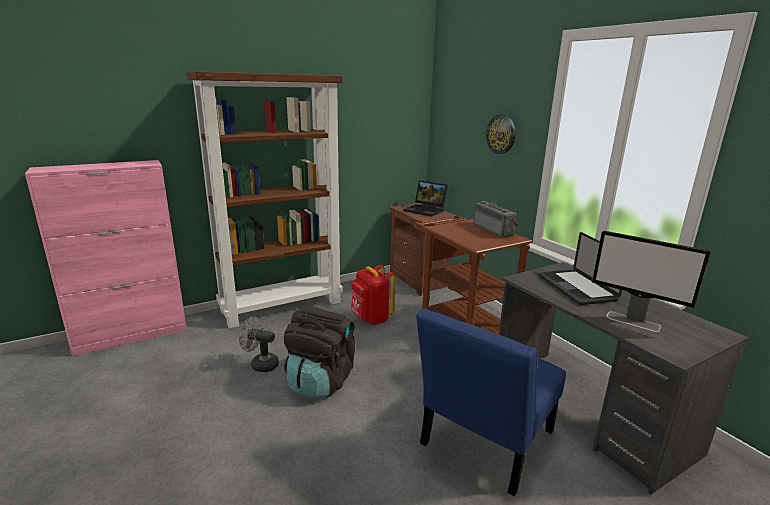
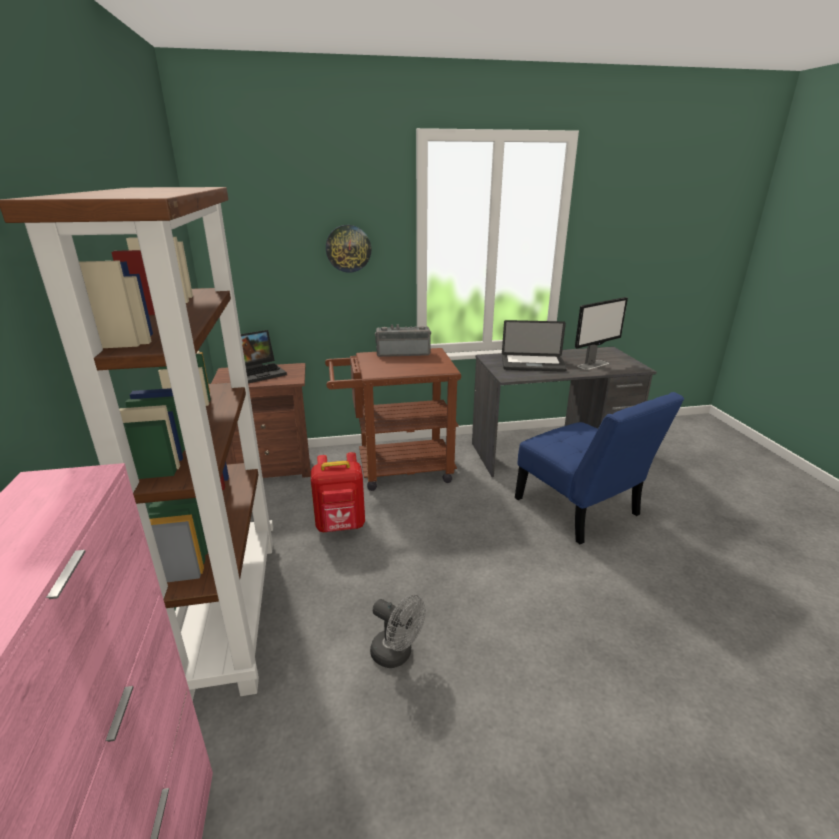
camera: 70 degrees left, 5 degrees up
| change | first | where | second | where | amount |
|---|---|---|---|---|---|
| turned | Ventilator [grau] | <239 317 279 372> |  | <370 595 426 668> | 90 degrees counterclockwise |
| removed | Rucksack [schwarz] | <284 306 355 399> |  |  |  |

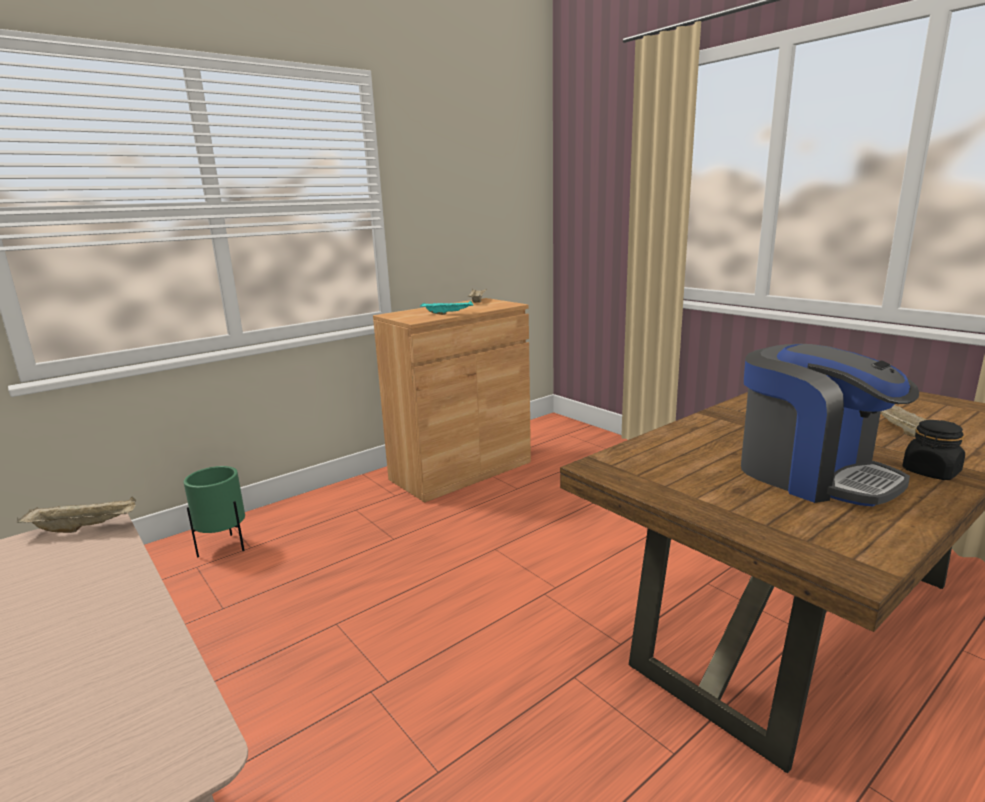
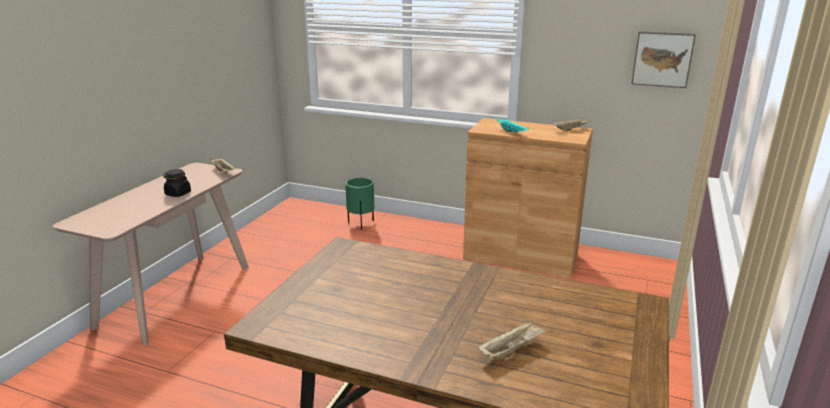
camera: 60 degrees right, 5 degrees up
| change | first | where | second | where | amount |
|---|---|---|---|---|---|
| removed | Kaffeemaschine | <741 344 919 507> |  |  |  |
| moved | Vorratsglas [schwarz] | <902 420 965 480> |  | <163 169 191 197> |  |
| added |  |  | Bild | <631 31 696 88> |  |

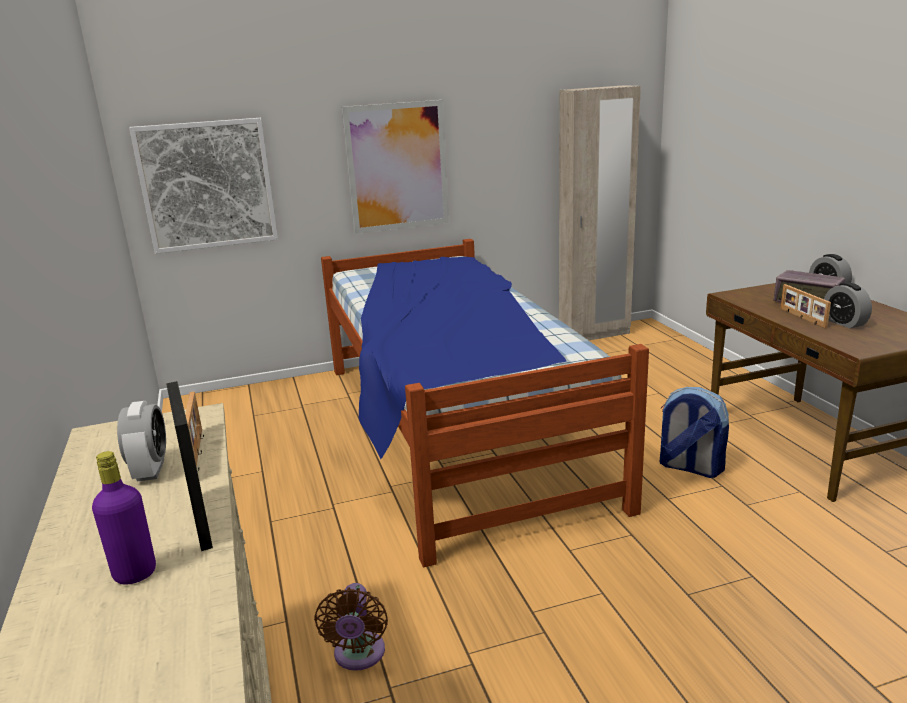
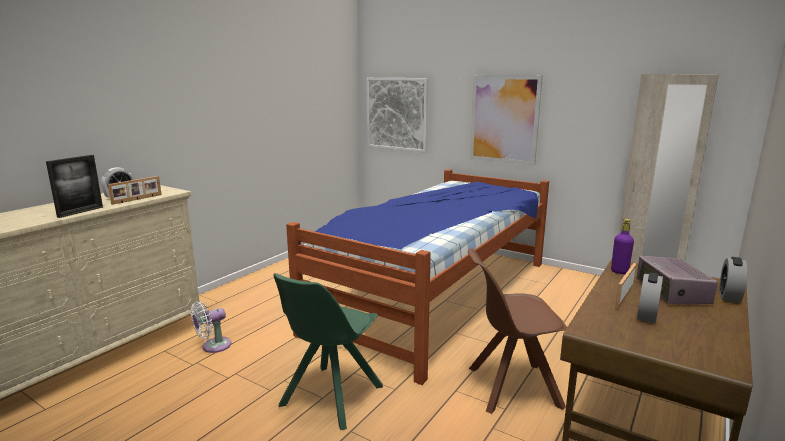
camera: 50 degrees right, 5 degrees down
| change | first | where | second | where | amount |
|---|---|---|---|---|---|
| moved | Flasche [lila] | <92 451 156 584> |  | <611 219 634 274> |  |
| recoloured | Ventilator [braun] | <314 583 388 671> | Ventilator [weiß] | <191 302 231 353> |  |
| replaced | Rucksack | <660 387 729 478> | Stuhl [braun] | <468 248 567 414> |  |
| added |  |  | Stuhl [grün] | <273 273 383 430> |  |

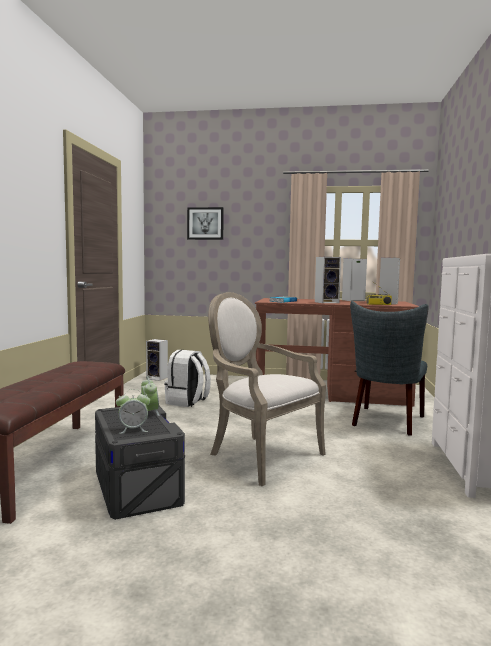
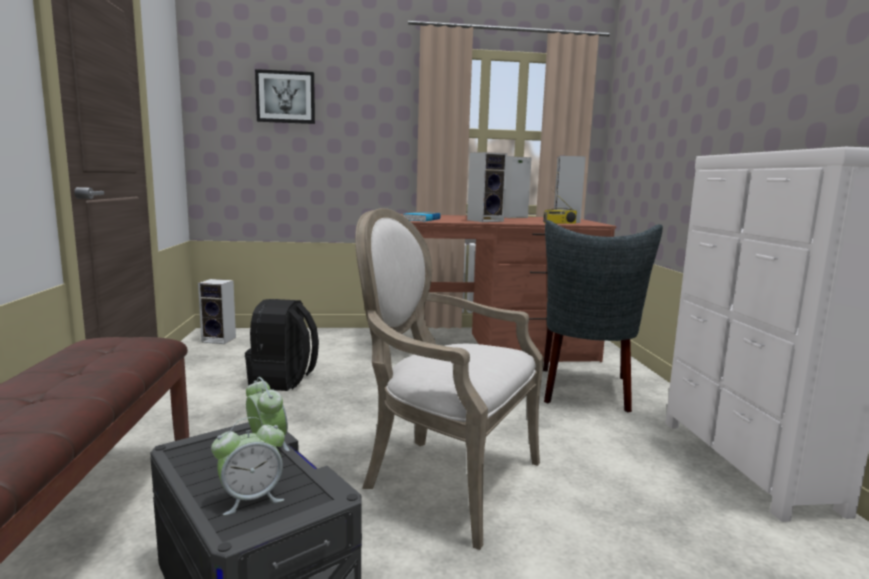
camera: 15 degrees left, 5 degrees up
| change | first | where | second | where | amount |
|---|---|---|---|---|---|
| recoloured | Rucksack [weiß] | <164 350 211 407> | Rucksack [schwarz] | <245 299 319 391> |  |

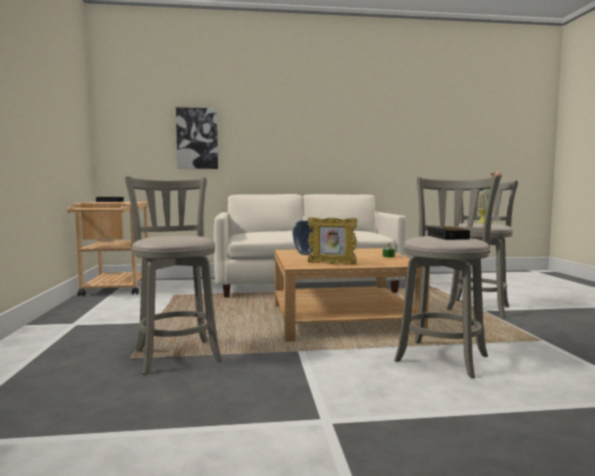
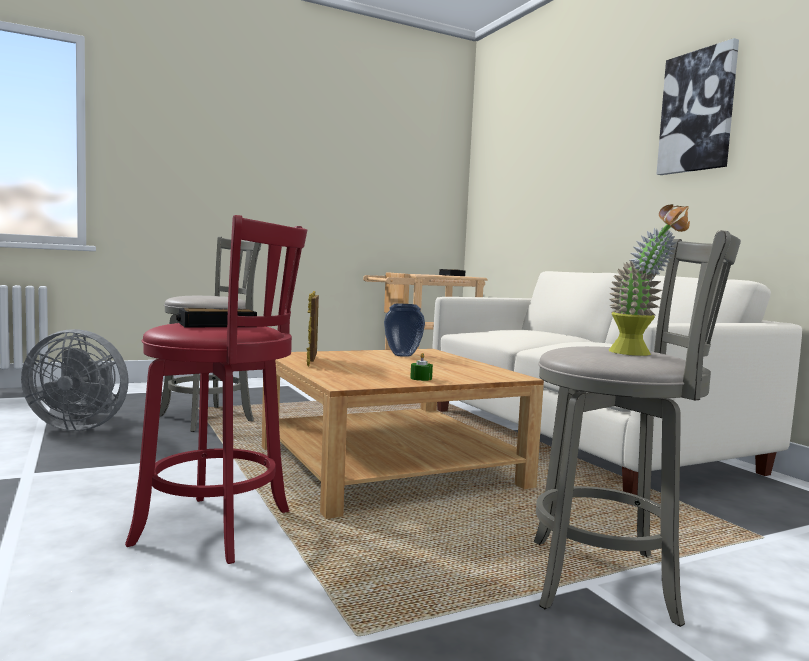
camera: 70 degrees right, 0 degrees up
| change | first | where | second | where | amount |
|---|---|---|---|---|---|
| moved | Bild | <176 107 218 169> |  | <656 38 739 175> |  |
| recoloured | Hocker [grau] | <394 176 500 378> | Hocker [rot] | <125 215 307 564> |  |
| added |  |  | Ventilator [grau] | <21 329 129 431> |  |

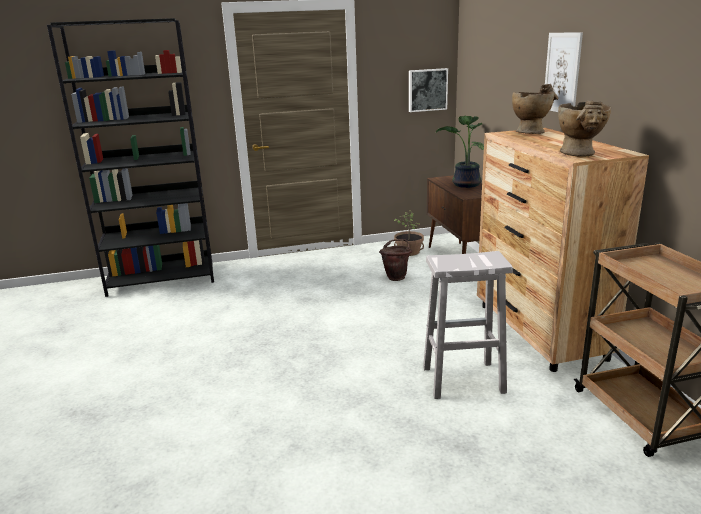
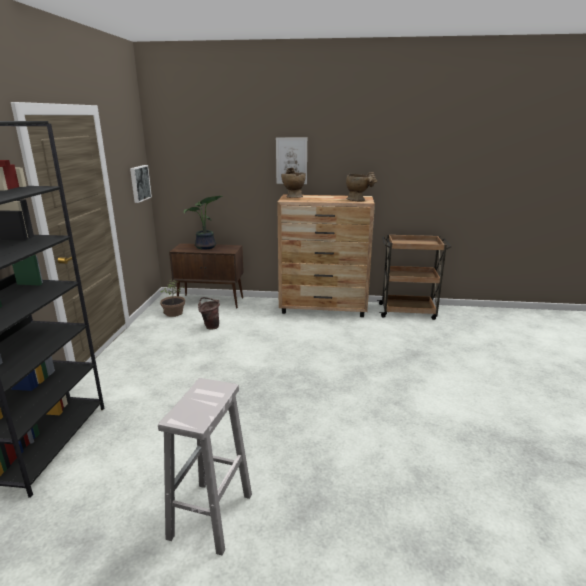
camera: 70 degrees left, 0 degrees up
| change | first | where | second | where | amount |
|---|---|---|---|---|---|
| moved | Hocker [weiß] | <423 251 513 399> |  | <158 378 252 556> |  |

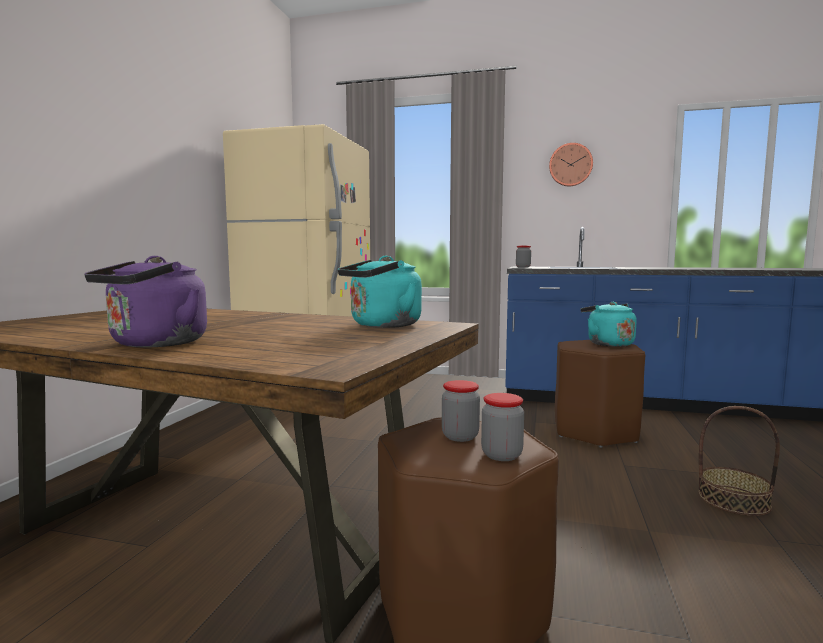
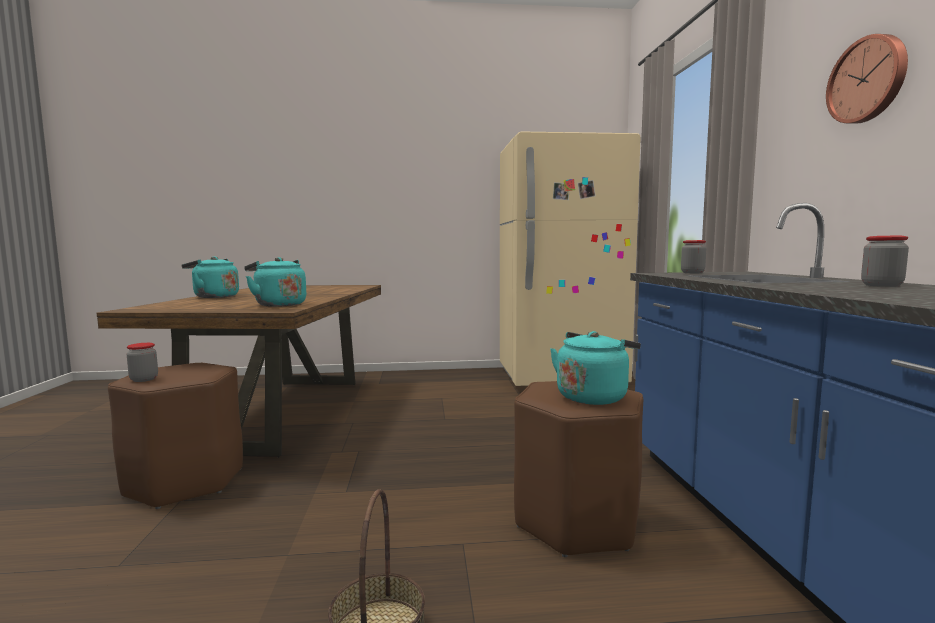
camera: 70 degrees right, 0 degrees up
| change | first | where | second | where | amount |
|---|---|---|---|---|---|
| recoloured | Wasserkessel [lila] | <84 256 207 348> | Wasserkessel [türkis] | <182 257 239 298> |  |
| moved | Vorratsglas | <442 380 480 442> |  | <861 236 909 287> |  |

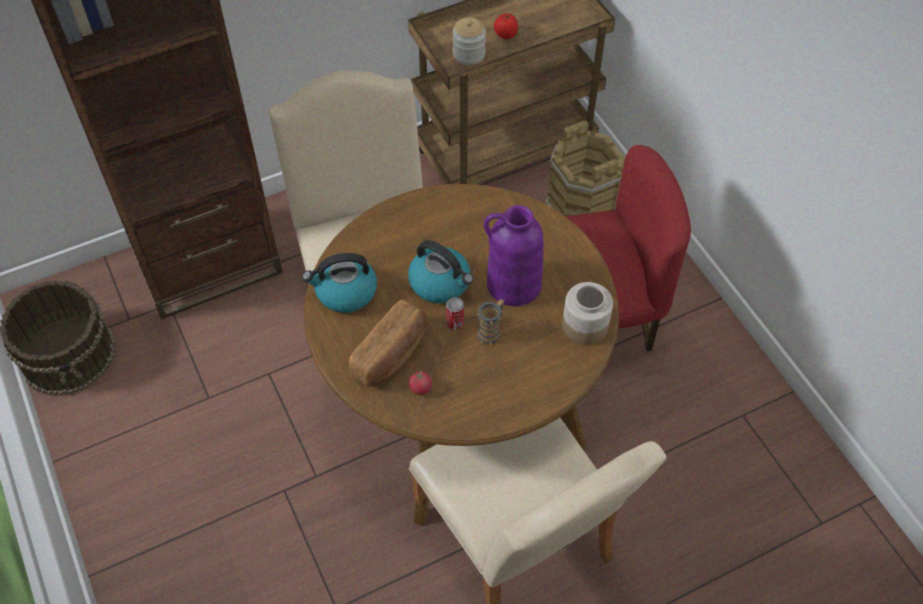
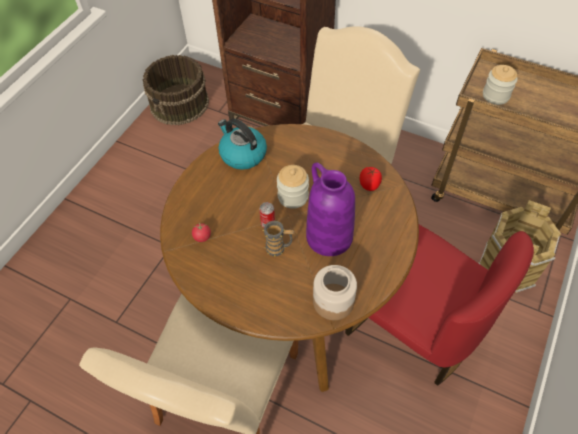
camera: 55 degrees right, 0 degrees up
| change | first | where | second | where | amount |
|---|---|---|---|---|---|
| removed | Brot | <349 299 427 386> |  |  |  |
| replaced | Wasserkessel | <408 240 474 303> | Vorratsglas | <277 165 309 209> |  |
| moved | Tomate | <494 13 518 39> |  | <360 167 382 191> |  |

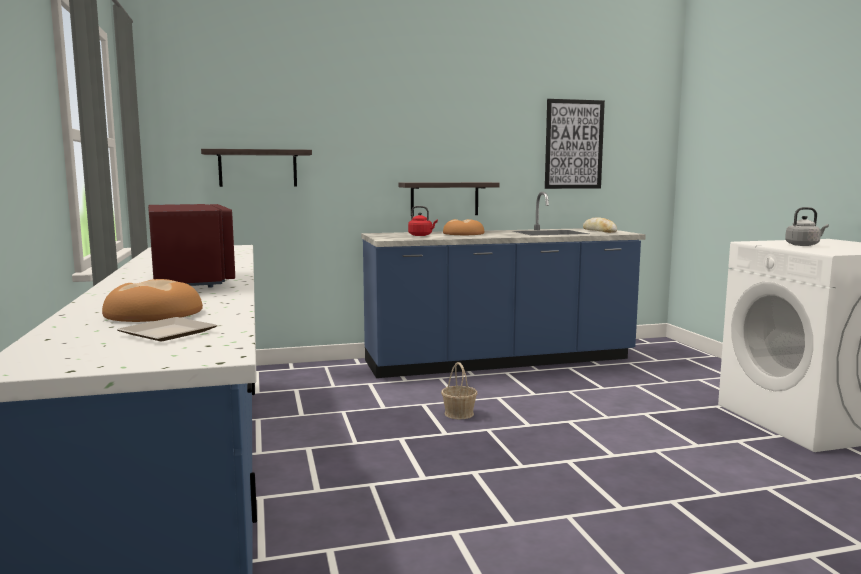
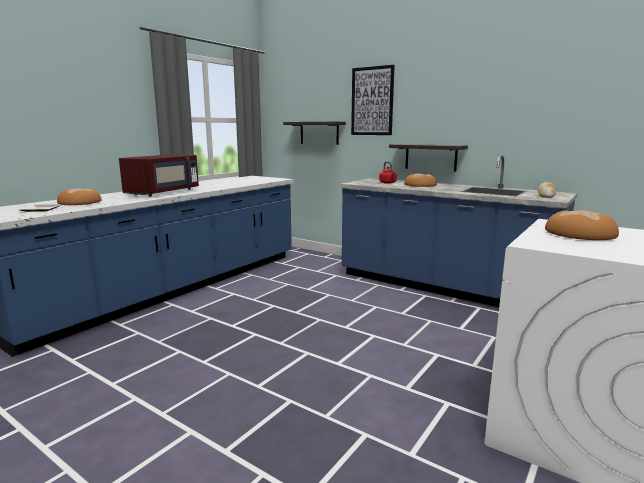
camera: 50 degrees right, 5 degrees up
| change | first | where | second | where | amount |
|---|---|---|---|---|---|
| removed | Korb | <441 362 478 419> |  |  |  |
| moved | Bild | <545 99 605 189> |  | <351 65 395 135> |  |
| replaced | Wasserkessel [grau] | <785 207 829 246> | Brot | <545 210 619 240> |  |

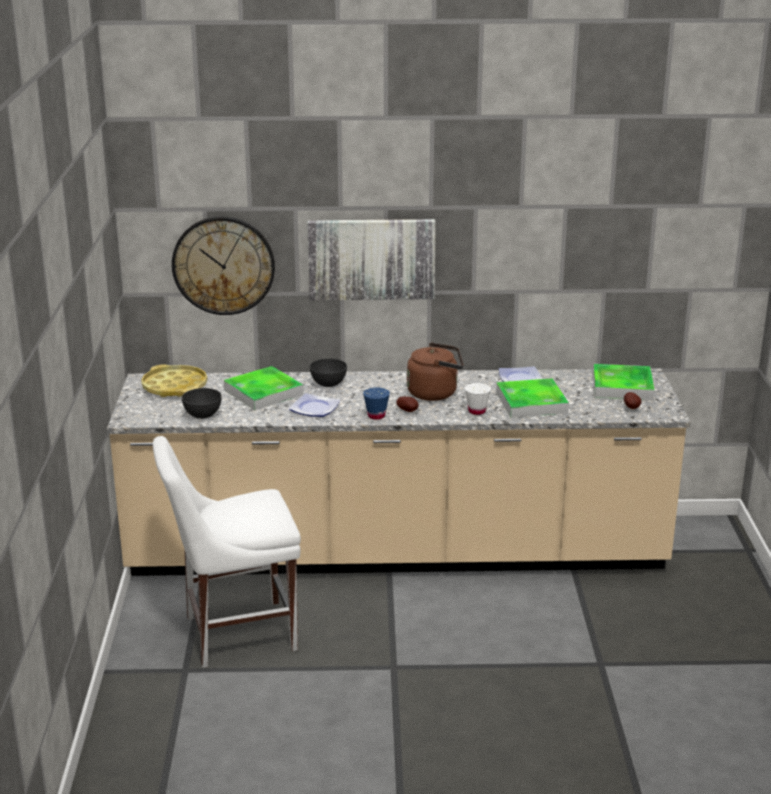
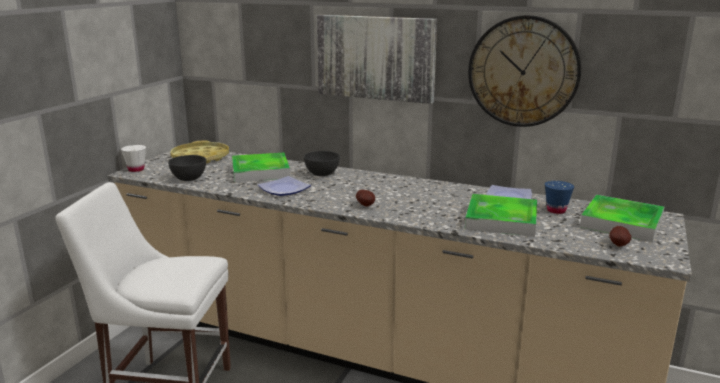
camera: 25 degrees right, 5 degrees down
| change | first | where | second | where | amount |
|---|---|---|---|---|---|
| moved | Wanduhr | <172 216 275 315> |  | <468 15 581 127> |  |
| moved | Tasse [blau] | <363 387 390 420> |  | <545 181 574 214> |  |
| removed | Wasserkessel [braun] | <407 342 463 401> |  |  |  |
| moved | Tasse [weiß] | <465 383 491 415> |  | <121 145 146 172> |  |

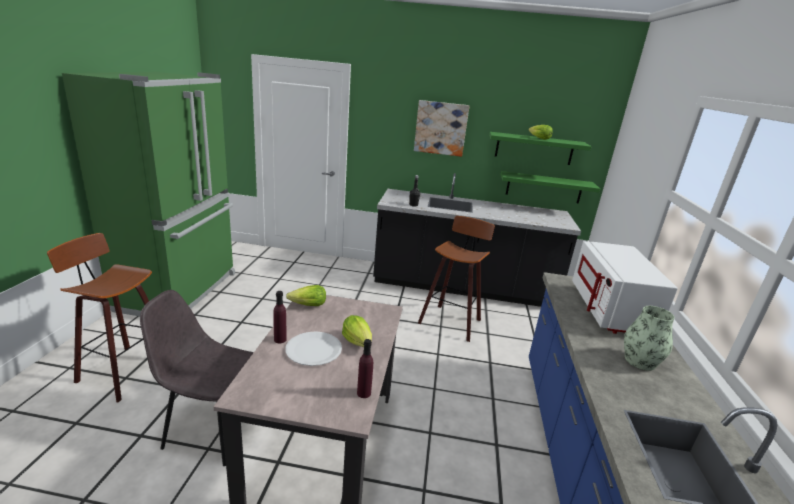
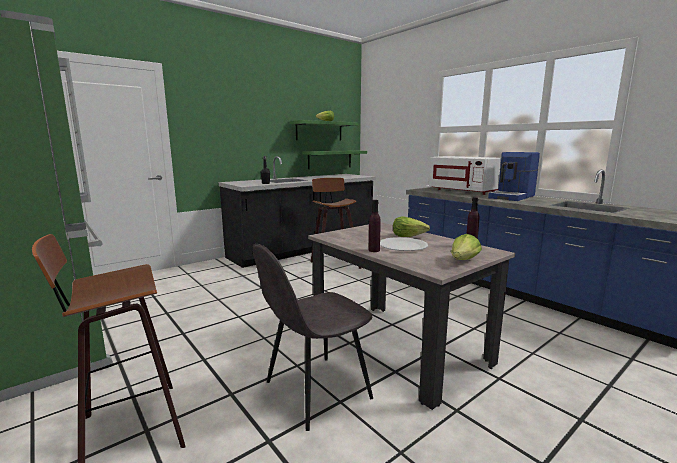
camera: 45 degrees left, 10 degrees down
| change | first | where | second | where | amount |
|---|---|---|---|---|---|
| moved | Salatkopf | <286 285 326 306> |  | <451 234 482 260> |  |
| removed | Bild | <414 100 469 157> |  |  |  |
| replaced | Vase | <624 306 675 371> | Kaffeemaschine | <488 152 540 201> |  |

